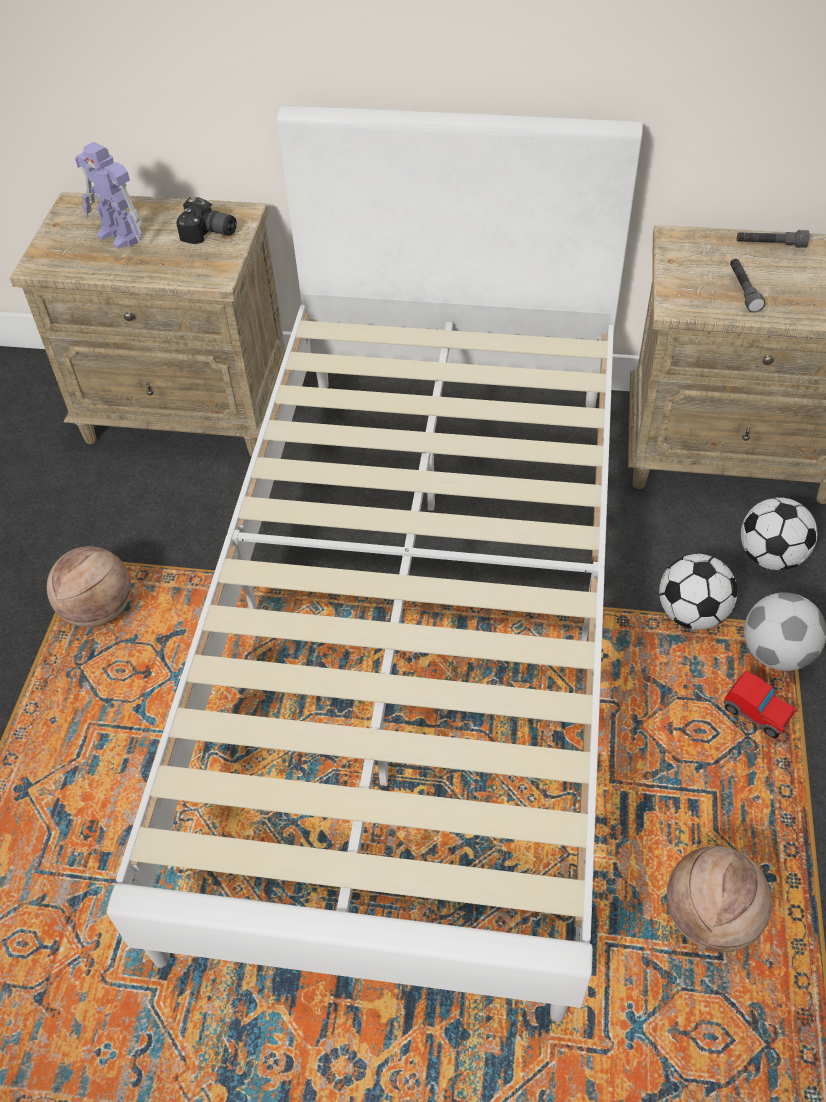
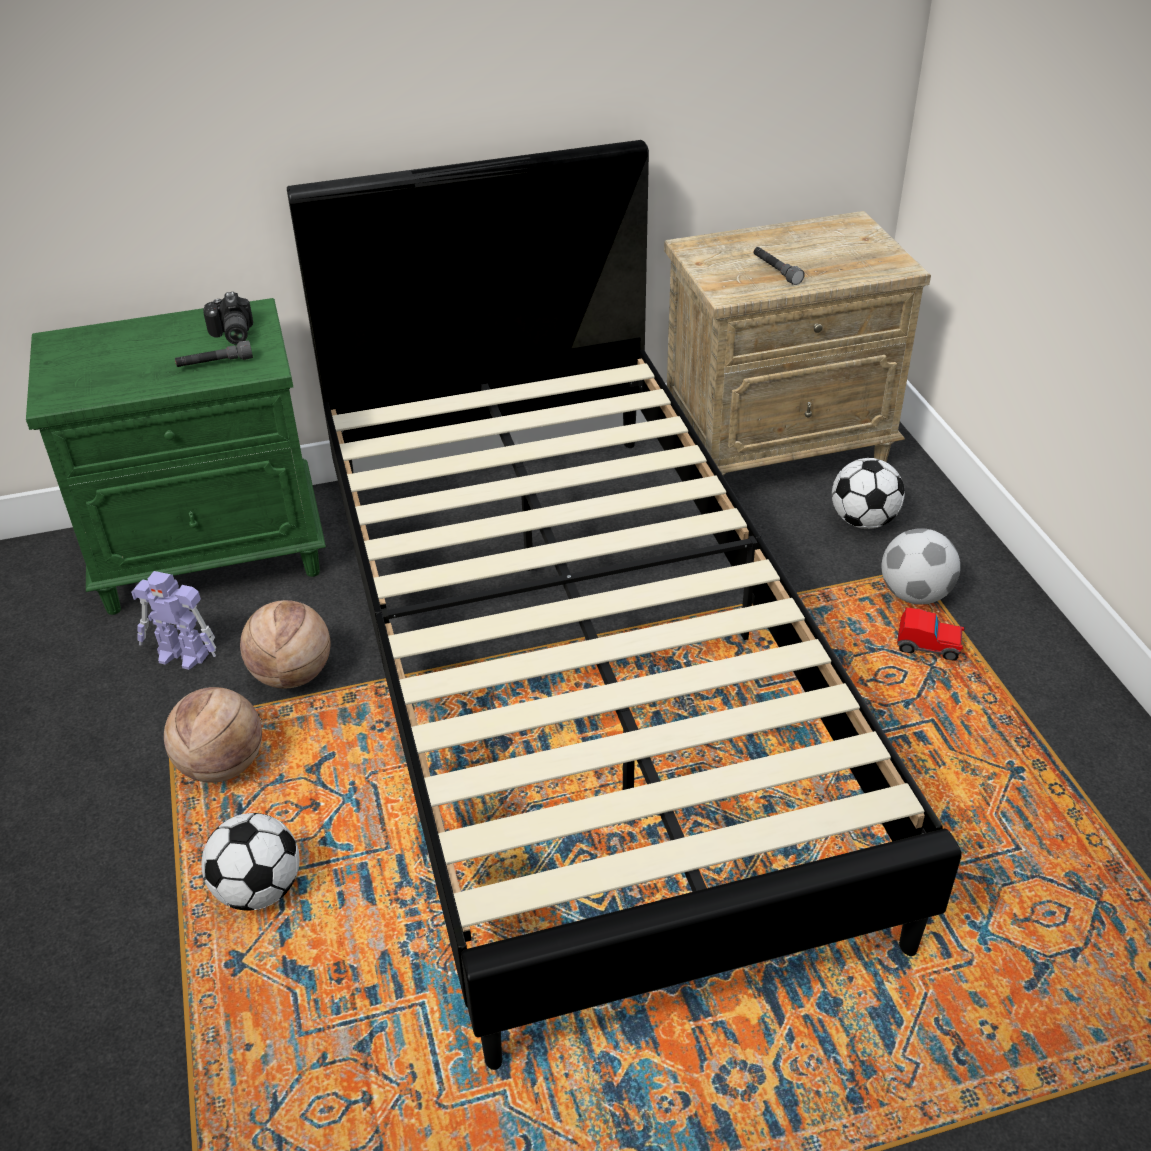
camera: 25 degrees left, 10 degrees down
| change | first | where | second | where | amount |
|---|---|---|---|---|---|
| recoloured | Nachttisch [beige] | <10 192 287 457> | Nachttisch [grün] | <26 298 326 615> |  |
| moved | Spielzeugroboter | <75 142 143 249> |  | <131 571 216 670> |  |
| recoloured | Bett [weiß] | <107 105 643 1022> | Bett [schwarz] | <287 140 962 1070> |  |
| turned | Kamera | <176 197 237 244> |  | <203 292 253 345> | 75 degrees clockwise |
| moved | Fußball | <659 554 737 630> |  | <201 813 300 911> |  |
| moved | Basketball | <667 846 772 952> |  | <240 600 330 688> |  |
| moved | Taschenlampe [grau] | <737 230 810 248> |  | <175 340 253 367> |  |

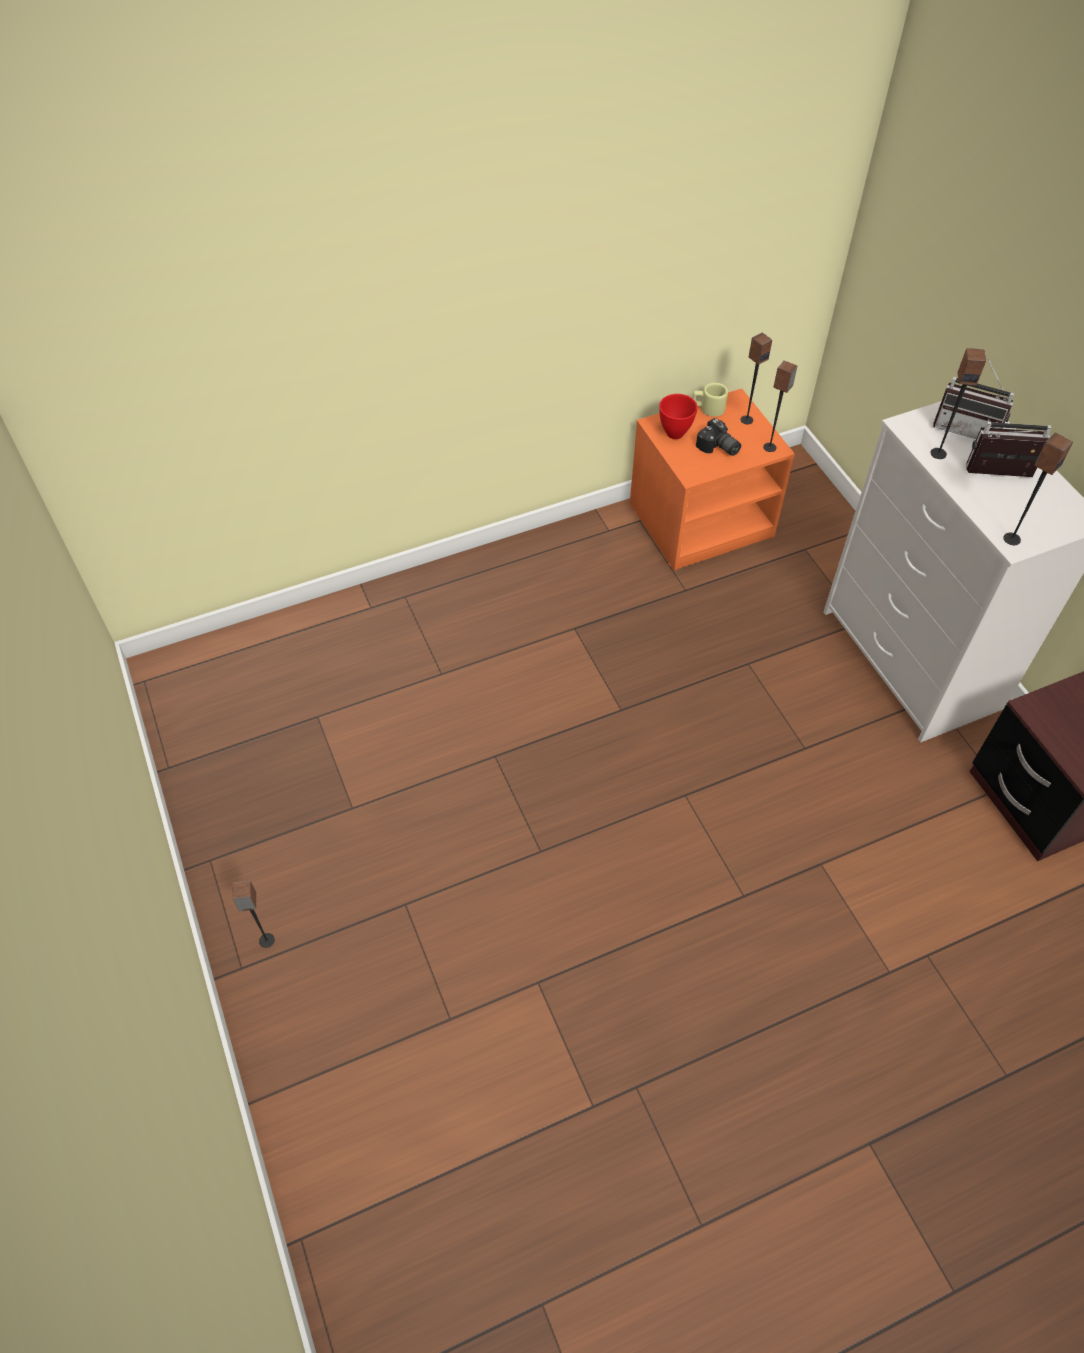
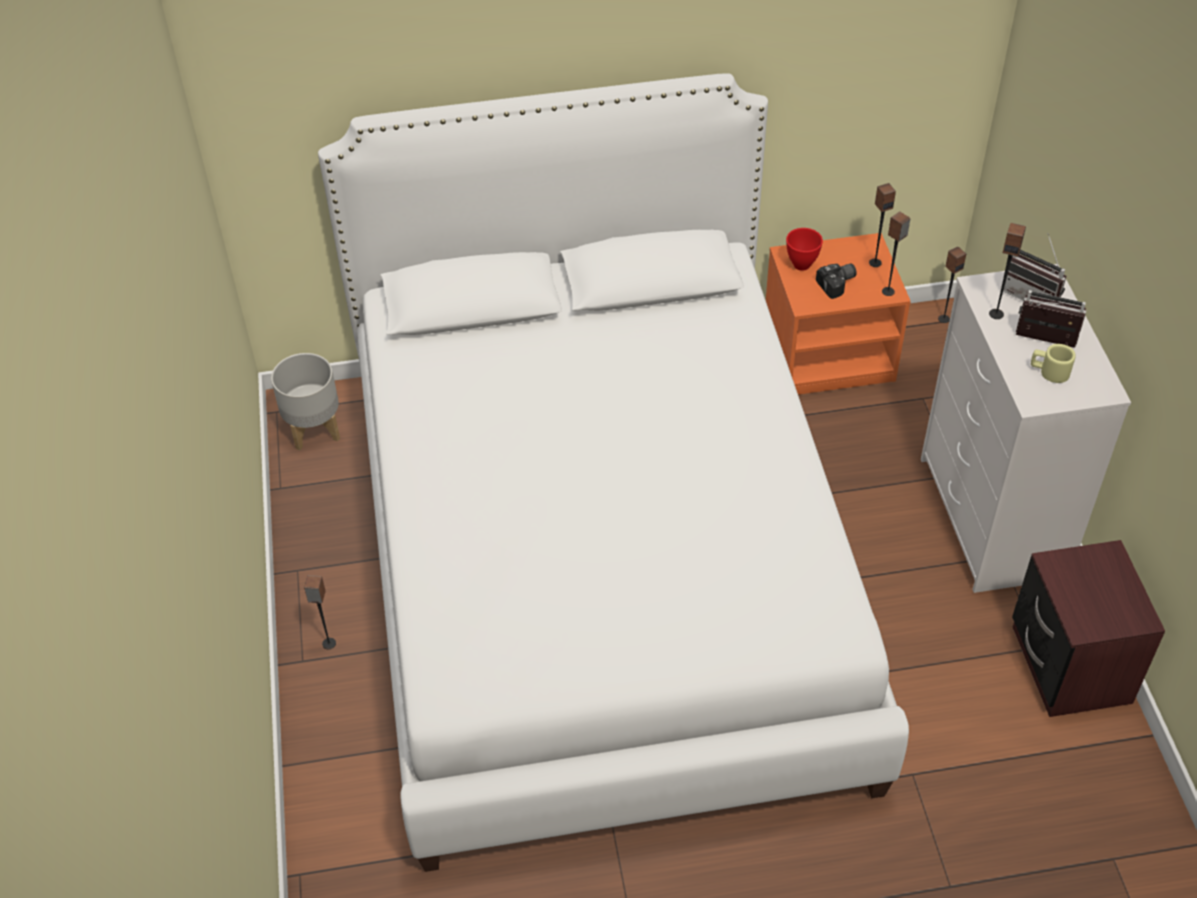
camera: 15 degrees right, 5 degrees down
| change | first | where | second | where | amount |
|---|---|---|---|---|---|
| moved | Henkelbecher [beige] | <692 383 728 417> |  | <1031 344 1076 383> |  |
| turned | Kamera | <696 418 741 456> |  | <816 264 857 299> | 90 degrees counterclockwise |
| moved | Lautsprecher | <1003 433 1073 545> |  | <938 246 966 323> |  |
| added |  |  | Pflanzkübel [grau] | <271 353 340 451> |  |
| added |  |  | Bett [weiß] | <318 73 909 872> |  |

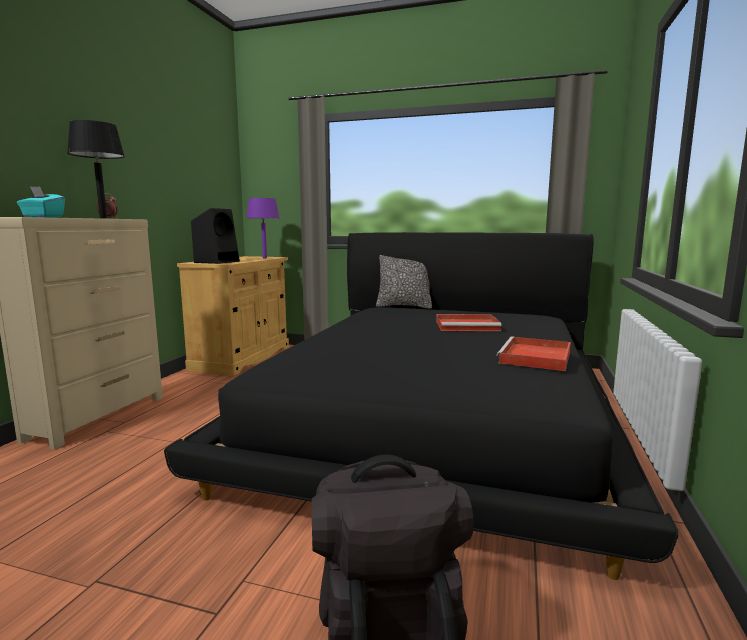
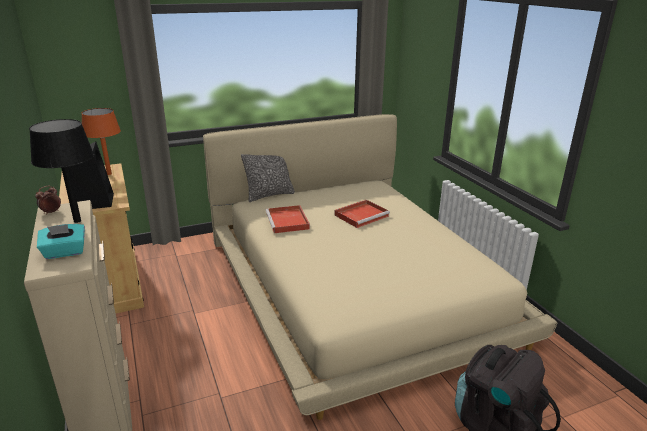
camera: 40 degrees left, 15 degrees up
| change | first | where | second | where | amount |
|---|---|---|---|---|---|
| recoloured | Bett [schwarz] | <164 232 679 580> | Bett [beige] | <203 114 557 420> |  |
| recoloured | Tischlampe [lila] | <247 198 279 258> | Tischlampe [orange] | <81 108 121 175> |  |
| moved | Tablett [rot] | <497 336 571 371> |  | <266 205 310 233> |  |

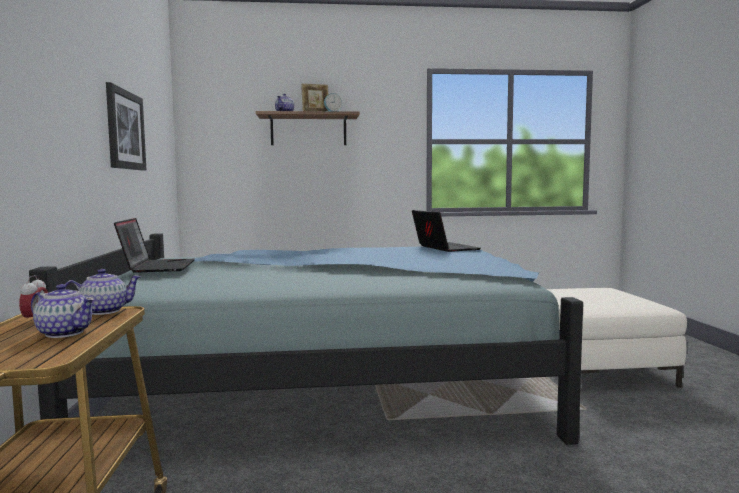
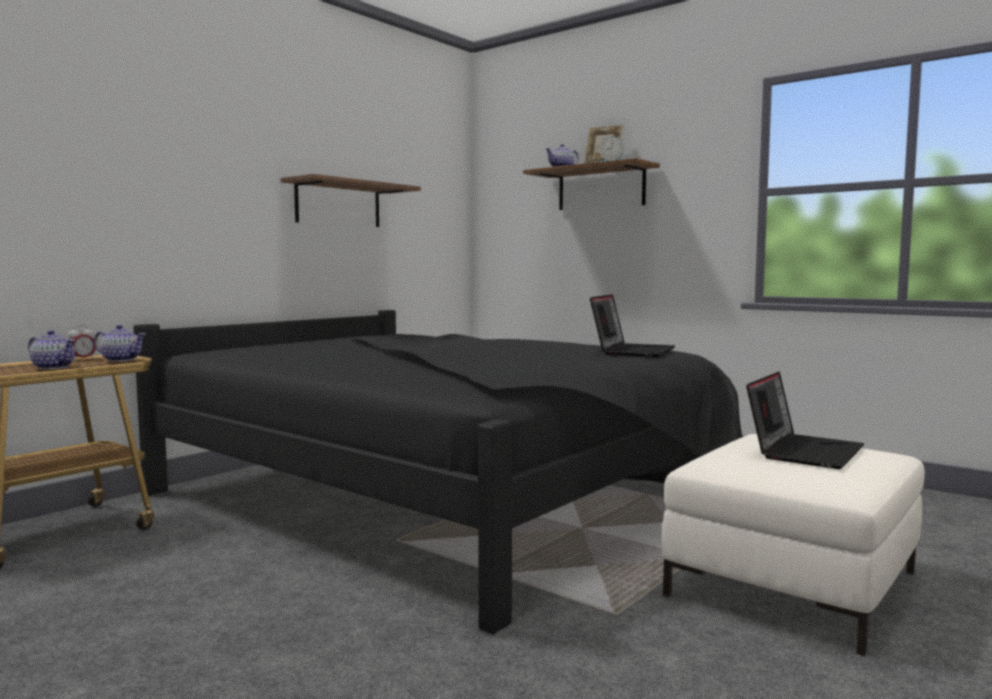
camera: 45 degrees right, 0 degrees up
| change | first | where | second | where | amount |
|---|---|---|---|---|---|
| recoloured | Bett [blau] | <29 233 583 445> | Bett [schwarz] | <133 310 742 634> |  |
| turned | Teekanne | <31 284 95 338> |  | <28 330 76 369> | 45 degrees counterclockwise |
| replaced | Bild | <106 82 146 171> | Wandregal | <281 174 421 227> |  |
| moved | Laptop | <114 218 195 273> |  | <746 371 864 469> |  |

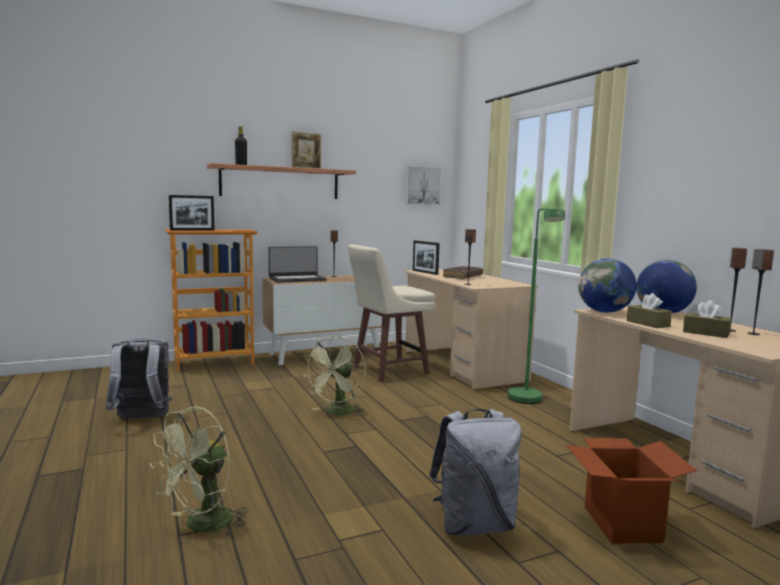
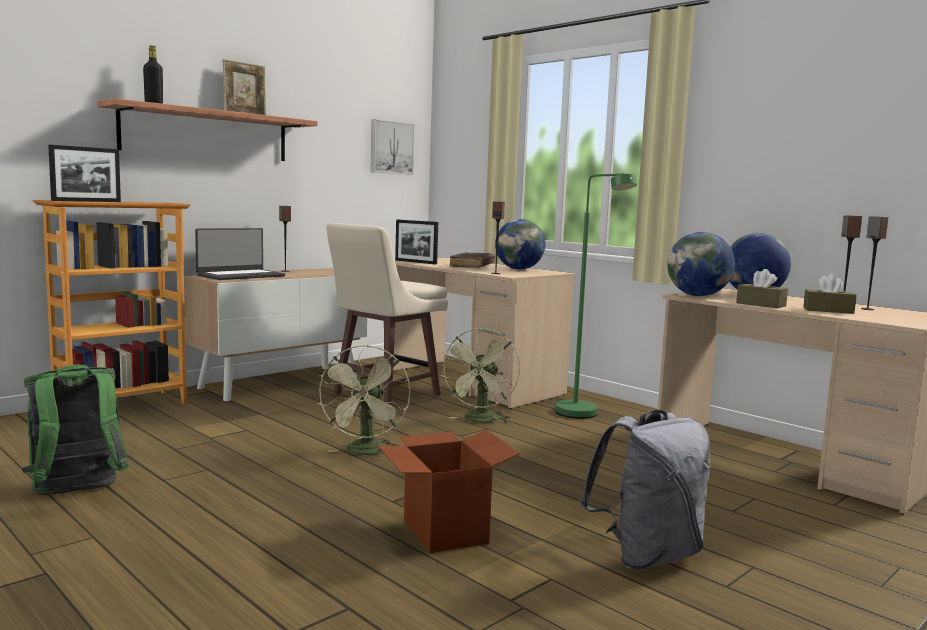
camera: 20 degrees left, 0 degrees up
| change | first | where | second | where | amount |
|---|---|---|---|---|---|
| recoloured | Rucksack [grau] | <106 338 172 419> | Rucksack [grün] | <22 365 129 495> |  |
| moved | Ventilator [grün] | <150 406 248 537> |  | <440 328 520 423> |  |
| moved | Karton | <566 438 697 543> |  | <378 430 520 553> |  |
| added |  |  | Globus | <495 219 545 270> |  |

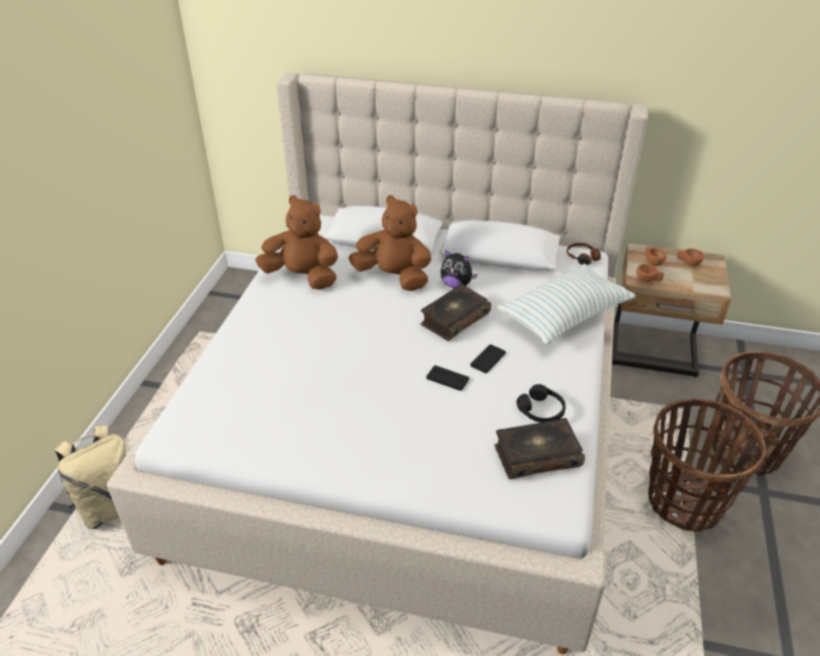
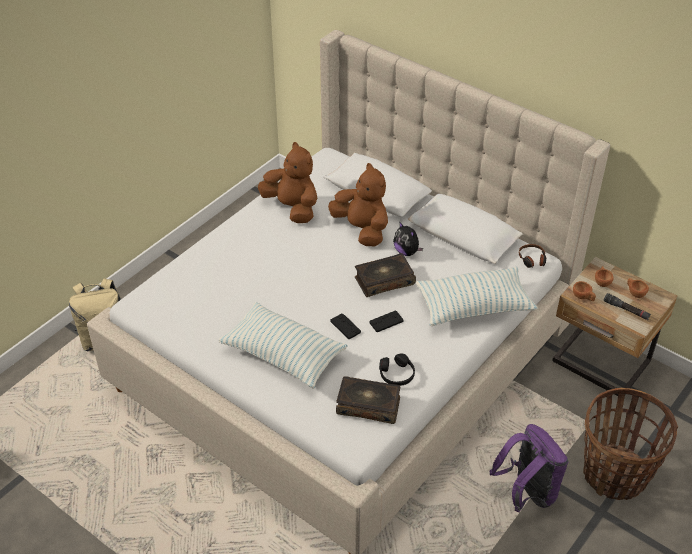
camera: 25 degrees right, 5 degrees up
| change | first | where | second | where | amount |
|---|---|---|---|---|---|
| replaced | Korb | <648 398 766 532> | Rucksack [lila] | <490 424 569 512> |  |
| added |  |  | Kissen | <218 302 348 388> |  |
| added |  |  | Taschenlampe [schwarz] | <604 293 651 320> |  |

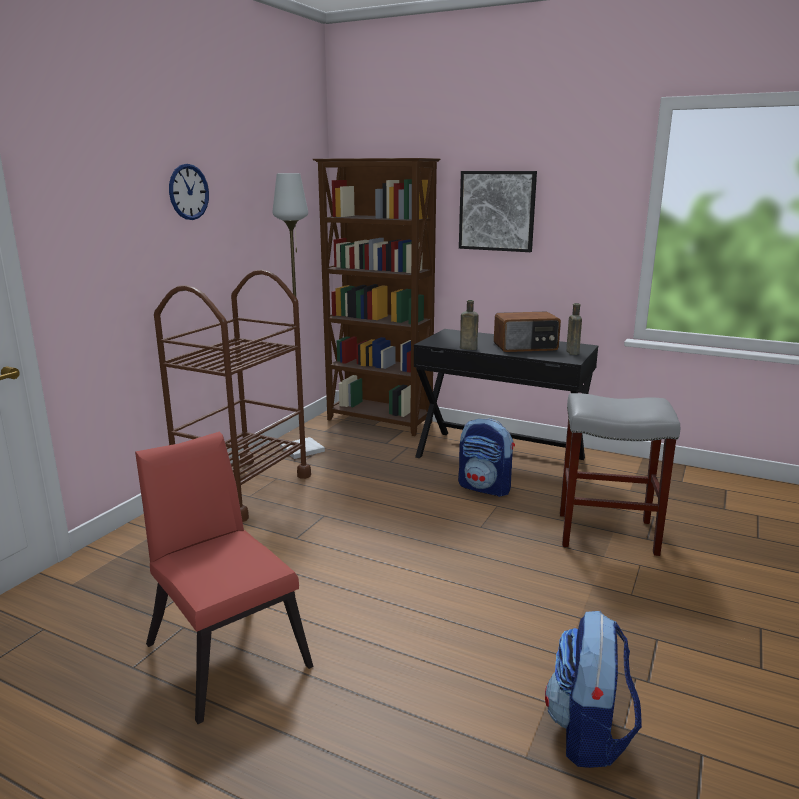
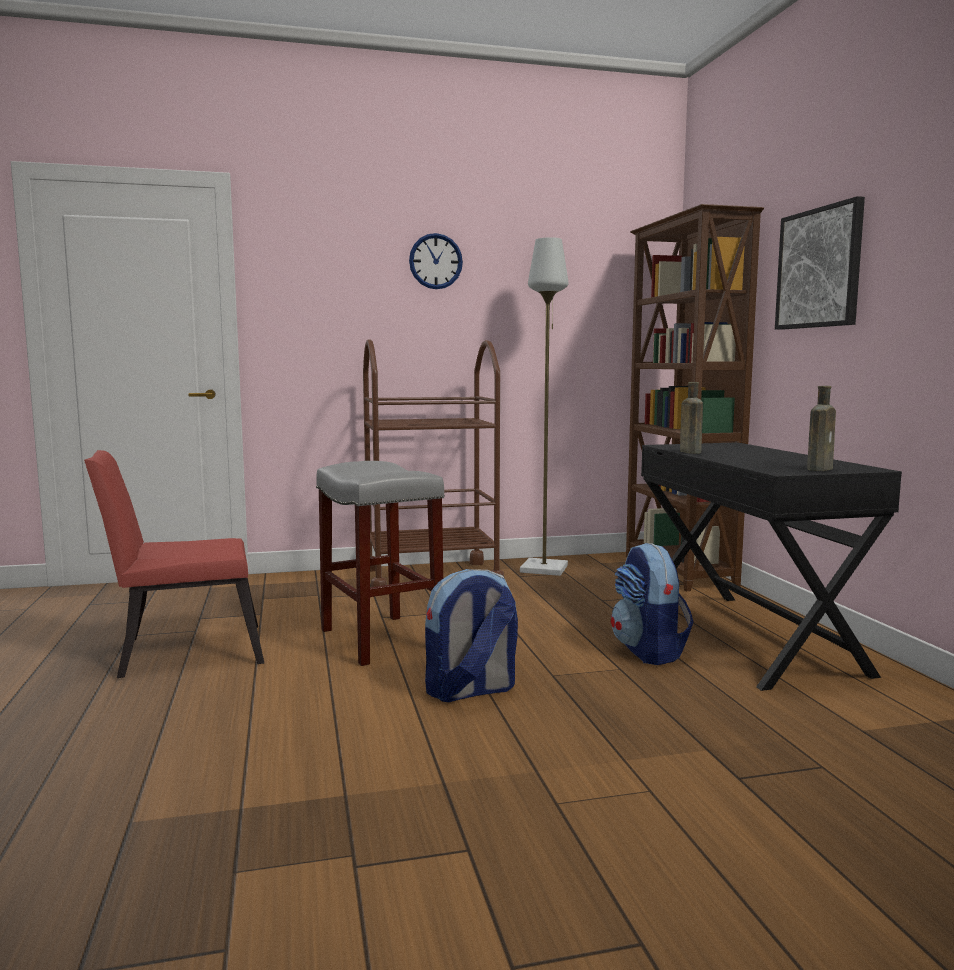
camera: 50 degrees right, 10 degrees down
| change | first | where | second | where | amount |
|---|---|---|---|---|---|
| turned | Stuhl [rot] | <135 432 313 724> |  | <84 450 264 678> | 120 degrees counterclockwise |
| removed | Radio | <494 311 561 352> |  |  |  |
| moved | Rucksack | <545 611 642 768> |  | <425 569 518 702> |  |
| moved | Hocker [grau] | <560 393 680 556> |  | <316 461 445 666> |  |

